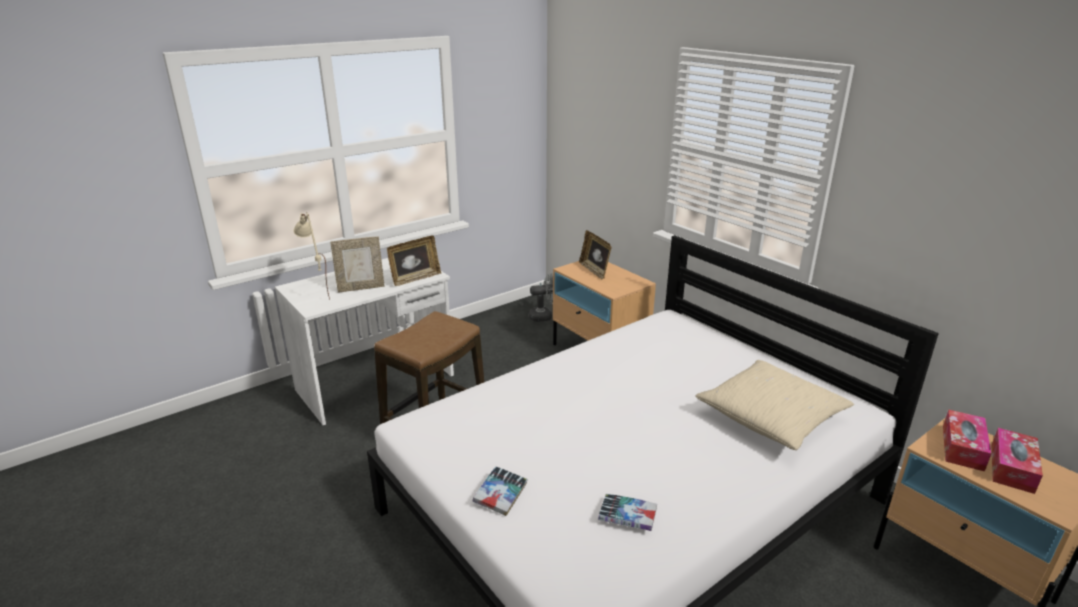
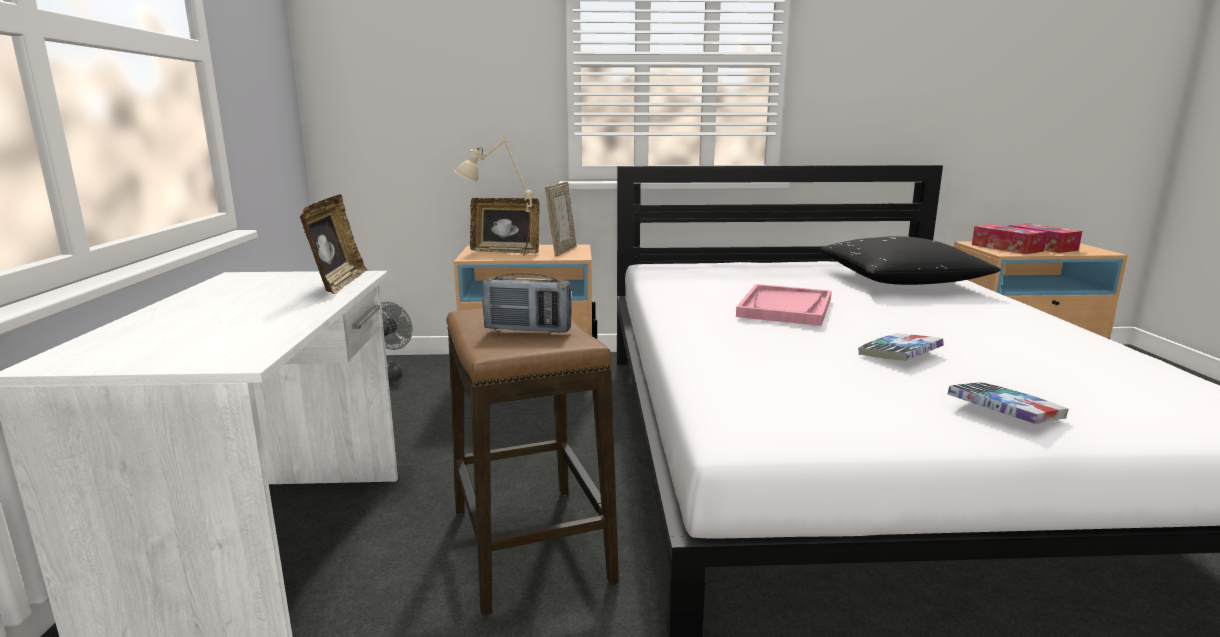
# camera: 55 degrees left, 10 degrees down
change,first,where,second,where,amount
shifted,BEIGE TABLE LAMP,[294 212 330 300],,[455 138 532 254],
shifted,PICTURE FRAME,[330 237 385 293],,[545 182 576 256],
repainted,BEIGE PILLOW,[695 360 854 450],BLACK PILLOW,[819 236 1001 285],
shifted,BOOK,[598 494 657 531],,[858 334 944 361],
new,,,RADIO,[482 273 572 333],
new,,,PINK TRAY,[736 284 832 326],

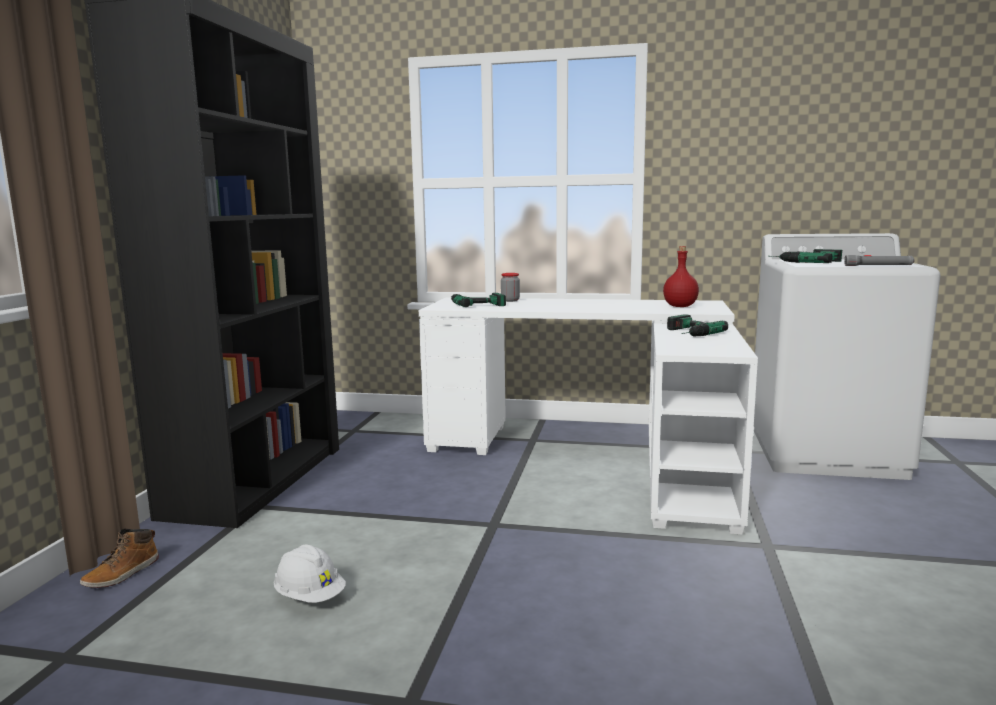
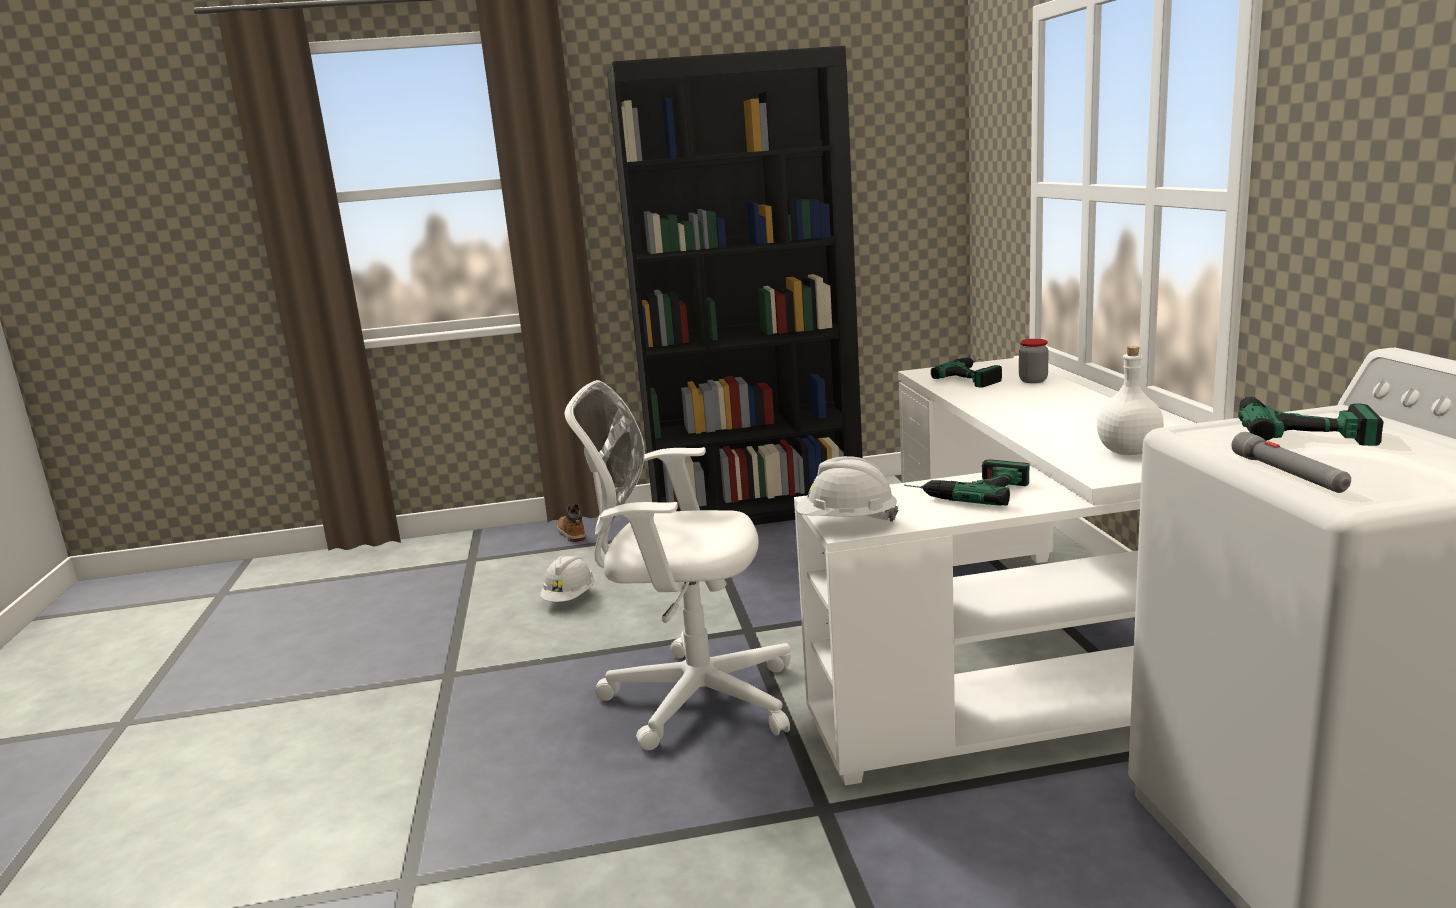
# camera: 70 degrees right, 5 degrees up
change,first,where,second,where,amount
repainted,RED BOTTLE,[663 246 699 307],WHITE BOTTLE,[1097 346 1164 455],
rotated,BOOT,[80 529 159 588],,[557 504 585 542],60 degrees clockwise
new,,,WHITE OFFICE CHAIR,[565 380 791 750],
new,,,WHITE HARD HAT,[797 456 898 522],

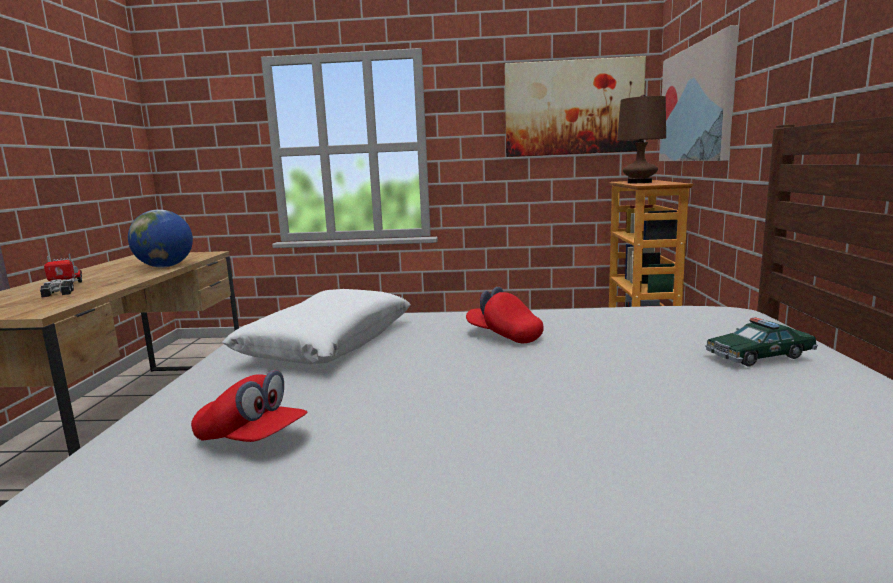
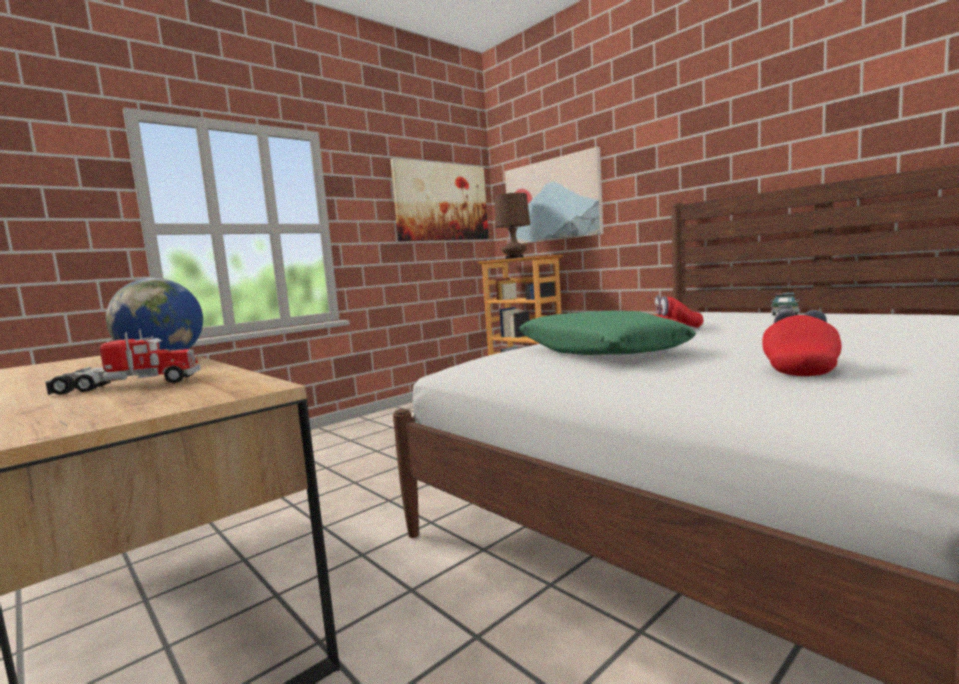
# camera: 45 degrees left, 5 degrees down
change,first,where,second,where,amount
rotated,TOY TRUCK,[40 254 82 297],,[45 329 201 395],150 degrees clockwise
repainted,WHITE PILLOW,[222 289 410 364],GREEN PILLOW,[519 311 697 355],
rotated,RED CAP,[191 370 307 442],,[762 310 842 376],45 degrees counterclockwise

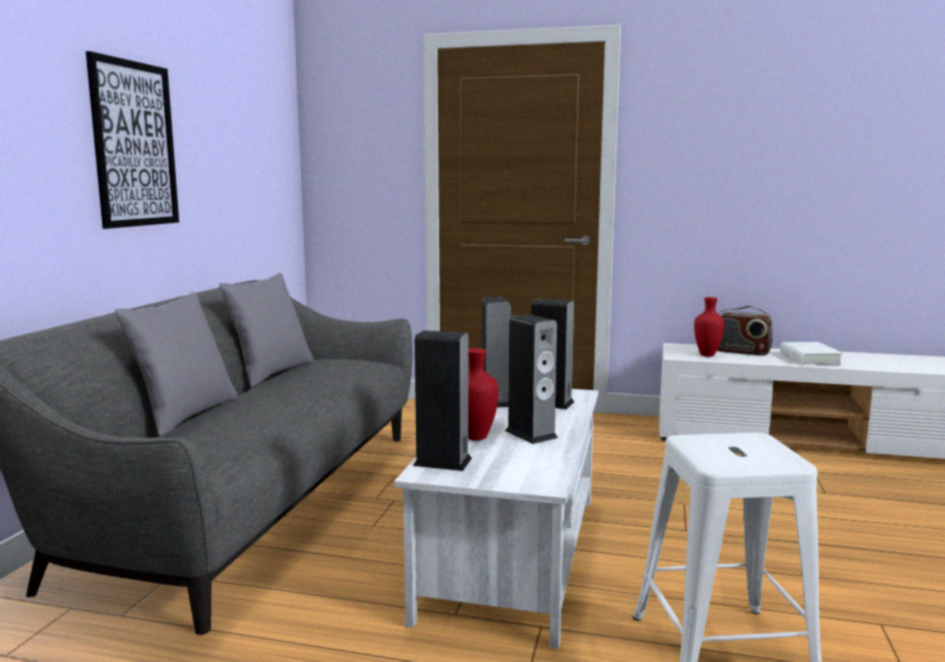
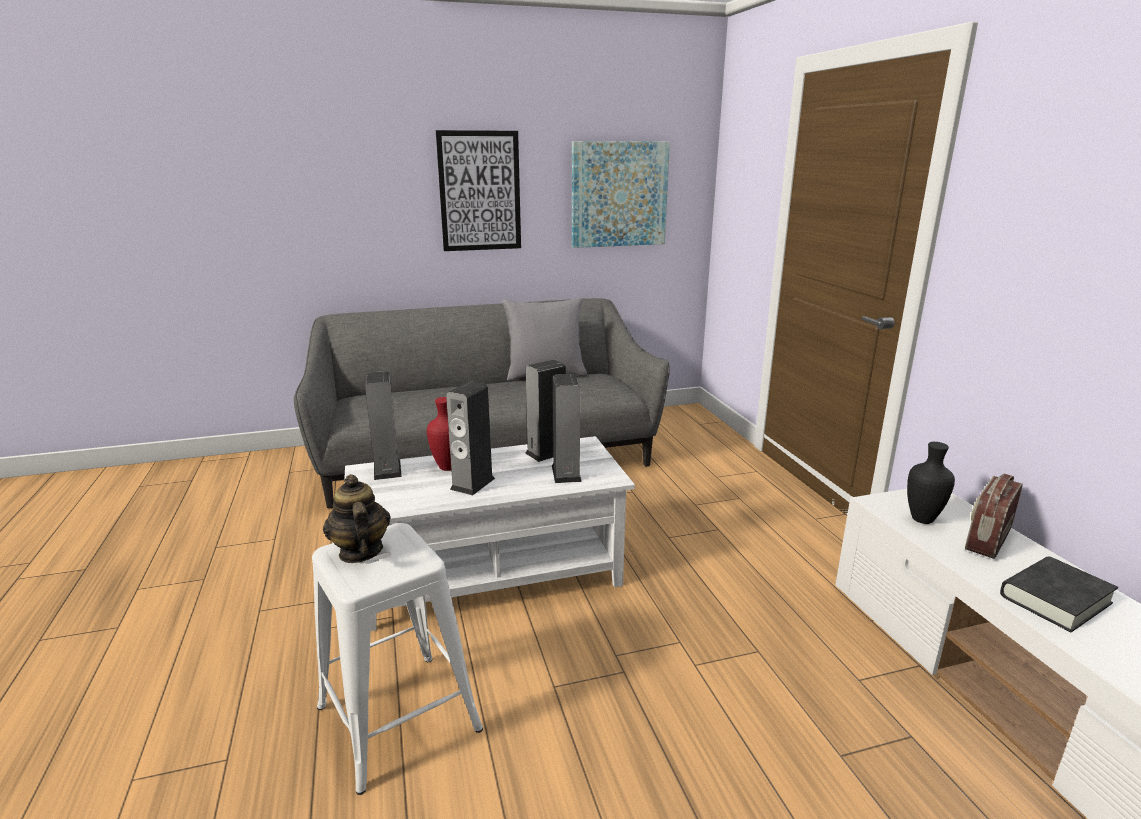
# camera: 60 degrees right, 10 degrees up
change,first,where,second,where,amount
gone,GREY PILLOW,[115 292 238 437],,,
repainted,RED VASE,[694 297 724 357],BLACK VASE,[907 442 955 524],
rotated,RADIO,[717 306 773 356],,[965 474 1023 559],45 degrees clockwise
repainted,WHITE BOOK,[780 342 843 365],BLACK BOOK,[1000 556 1118 632],
new,,,PICTURE,[572 141 670 248],
new,,,TEAPOT,[323 474 391 563],

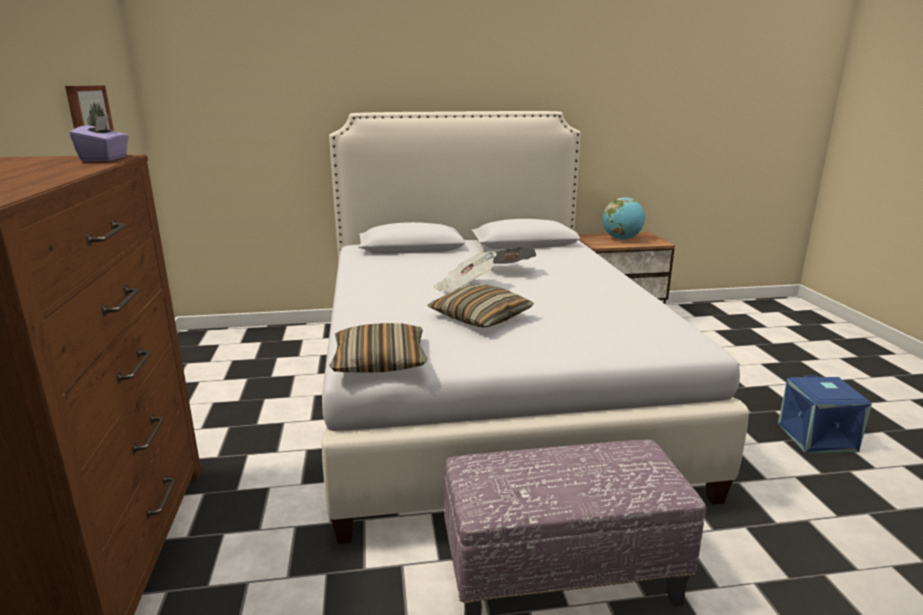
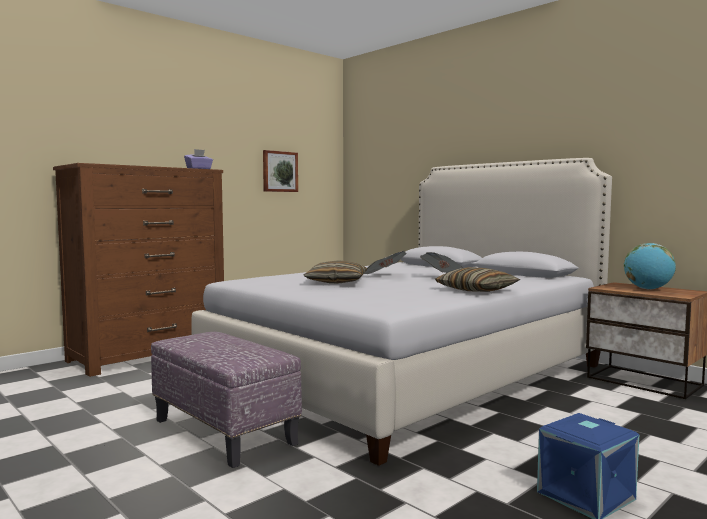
# camera: 55 degrees right, 15 degrees down
change,first,where,second,where,amount
shifted,PILLOW,[329 323 427 372],,[435 267 520 292],

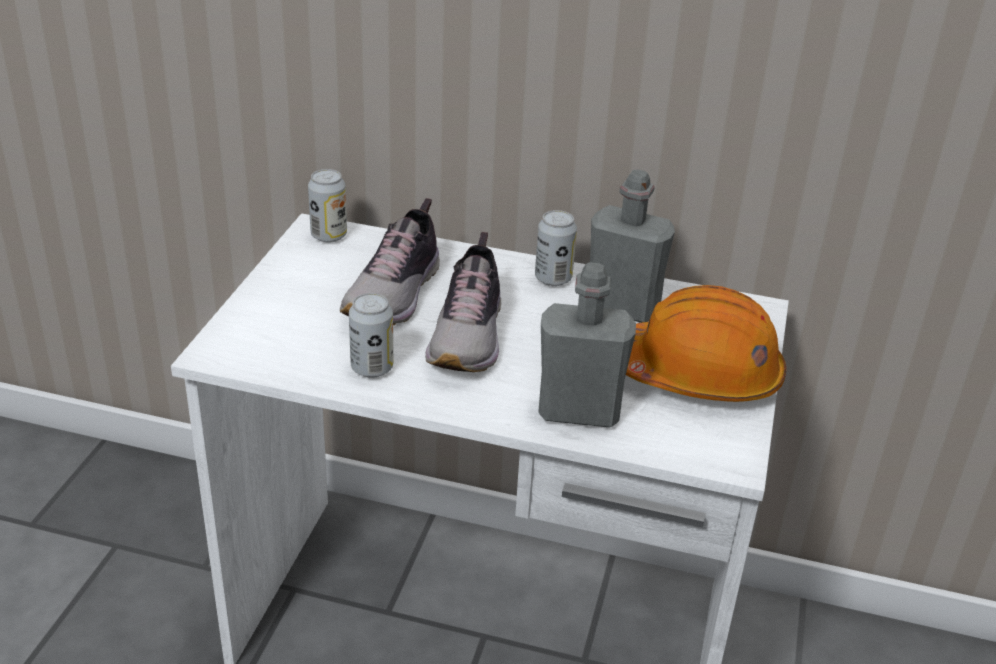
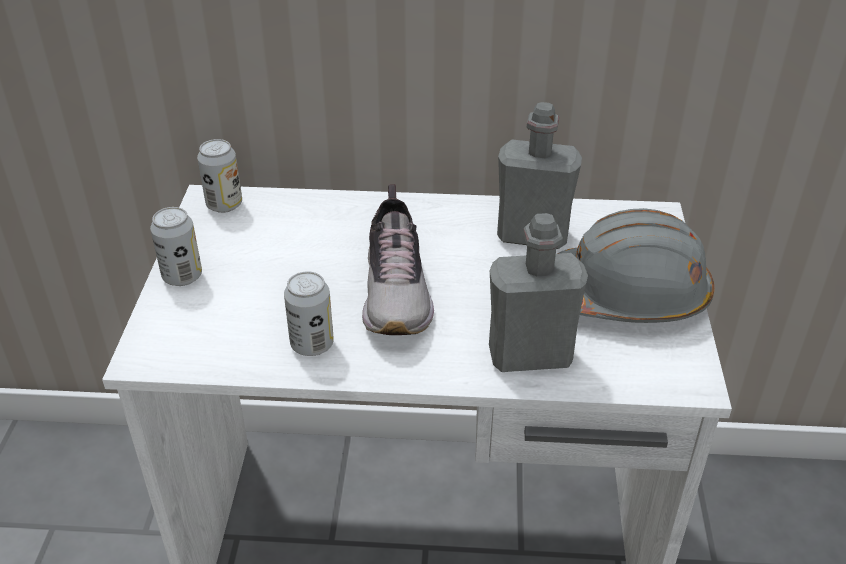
# camera: 10 degrees left, 5 degrees up
change,first,where,second,where,amount
gone,SHOE,[340 198 440 325],,,
shifted,CAN,[535 210 577 286],,[150 207 202 286],
repainted,ORANGE HARD HAT,[626 285 786 402],GREY HARD HAT,[557 208 714 323],

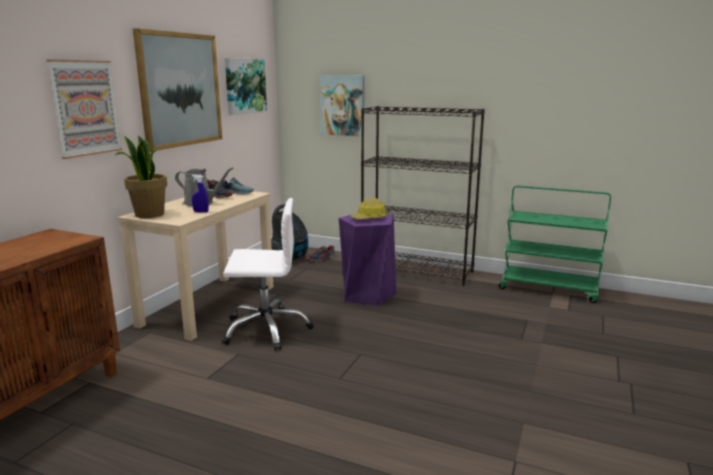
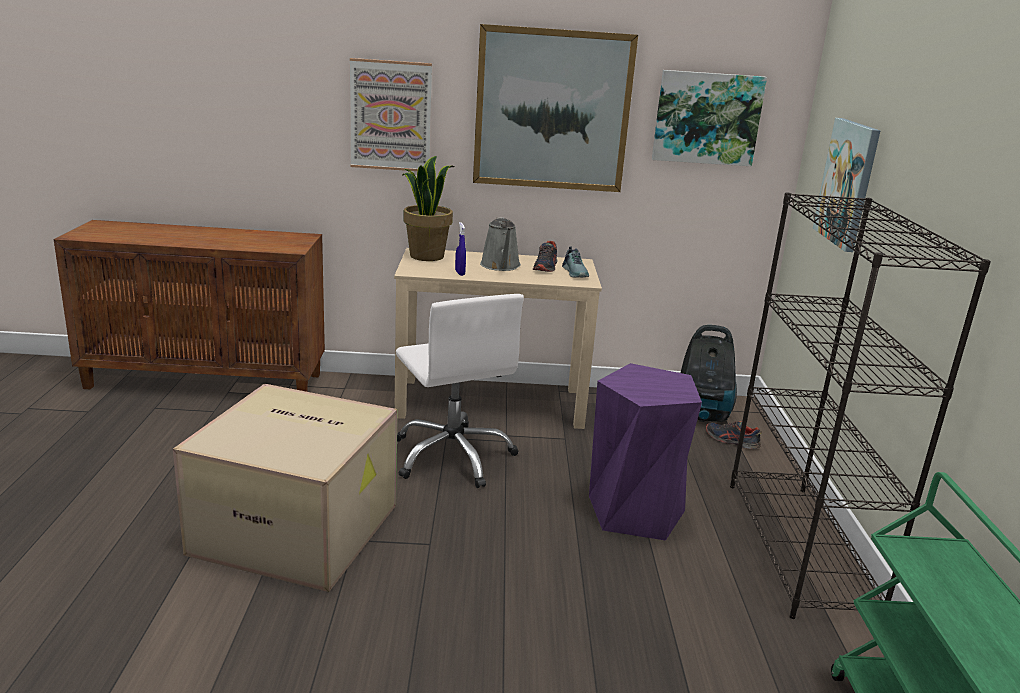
# camera: 65 degrees right, 5 degrees up
change,first,where,second,where,amount
gone,HARD HAT,[351 198 387 219],,,
new,,,CARDBOARD BOX,[173 384 397 592],

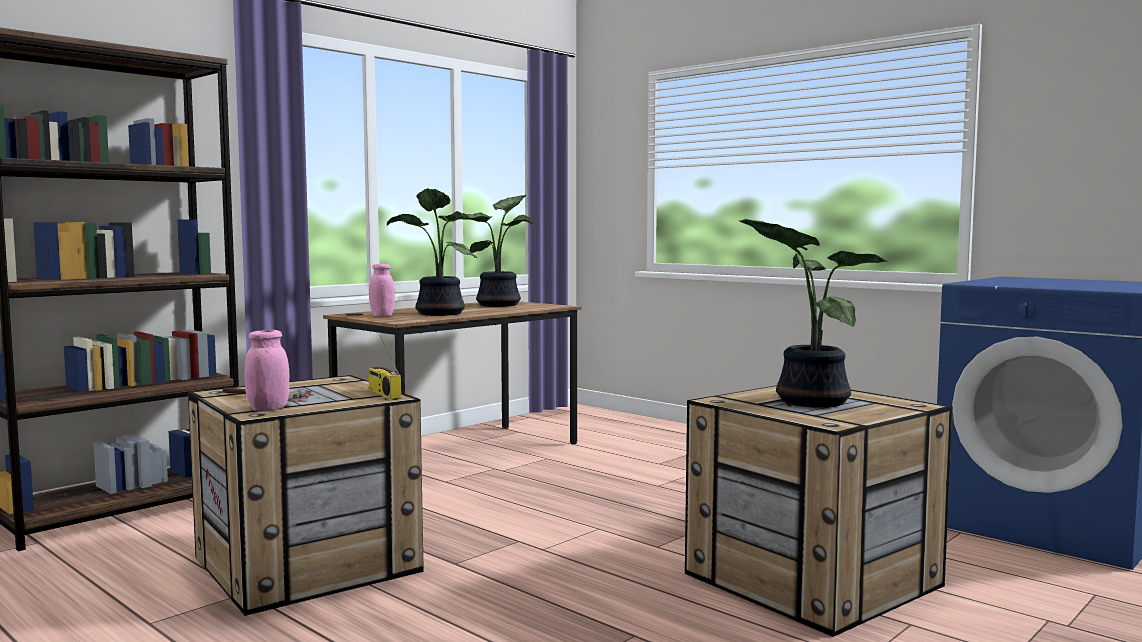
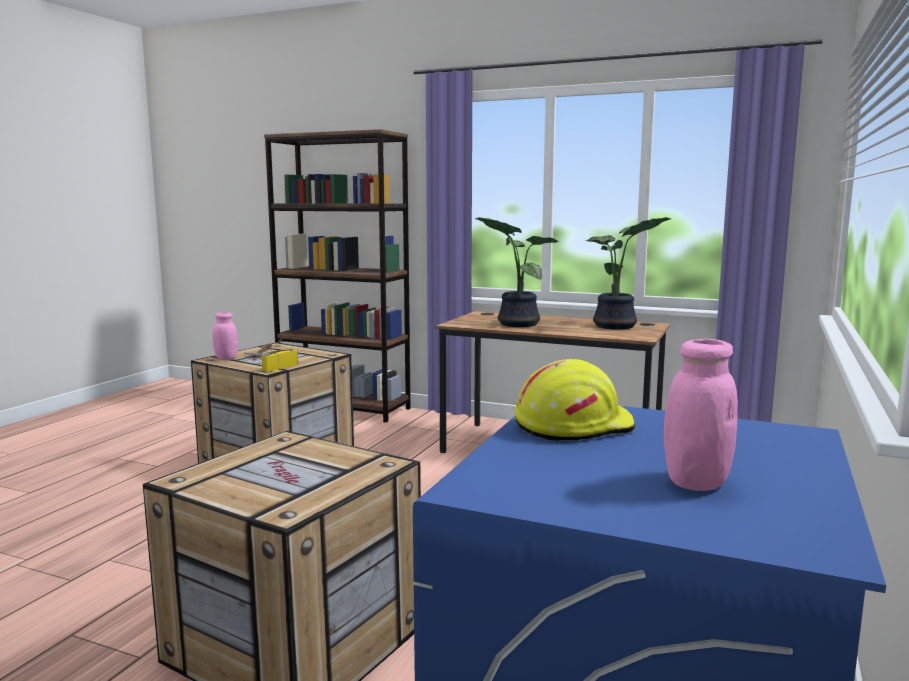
# camera: 70 degrees right, 5 degrees up
change,first,where,second,where,amount
gone,POTTED PLANT,[740 219 888 407],,,
shifted,PINK JAR,[369 264 395 317],,[664 339 738 491],
new,,,YELLOW HARD HAT,[515 359 635 441],

